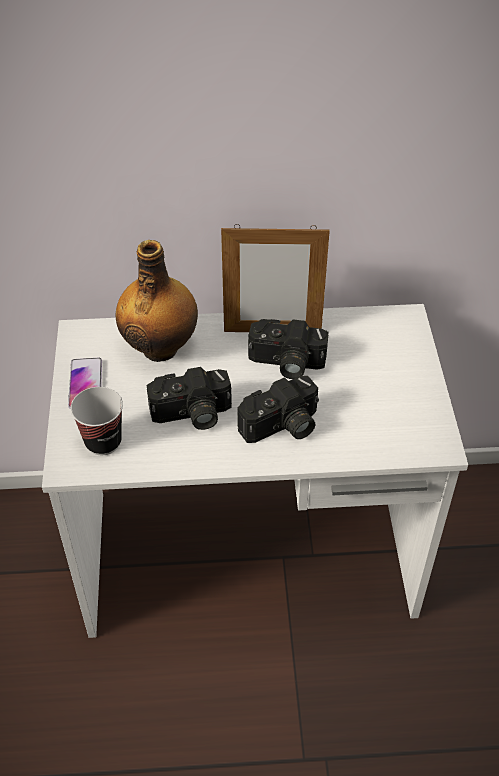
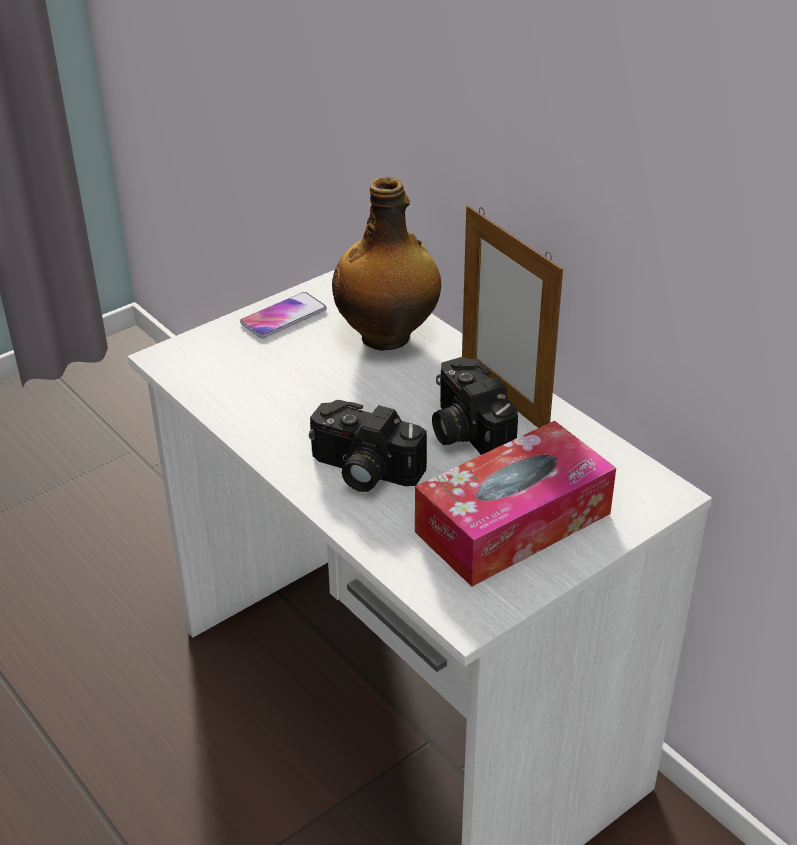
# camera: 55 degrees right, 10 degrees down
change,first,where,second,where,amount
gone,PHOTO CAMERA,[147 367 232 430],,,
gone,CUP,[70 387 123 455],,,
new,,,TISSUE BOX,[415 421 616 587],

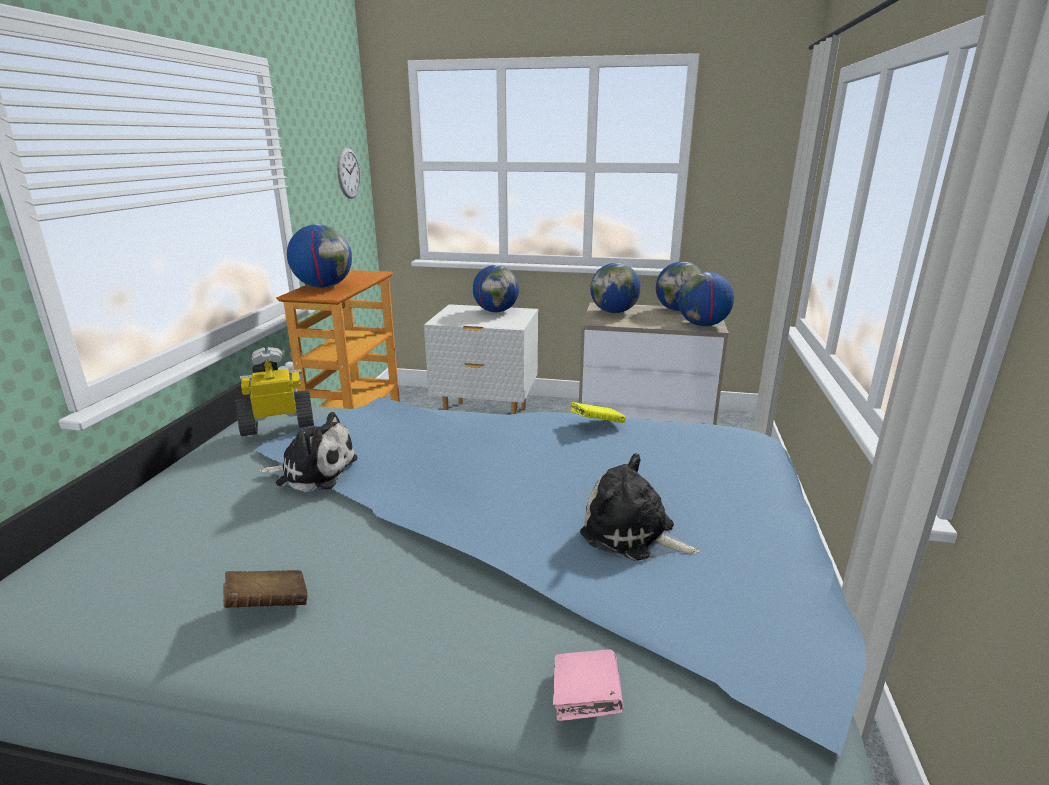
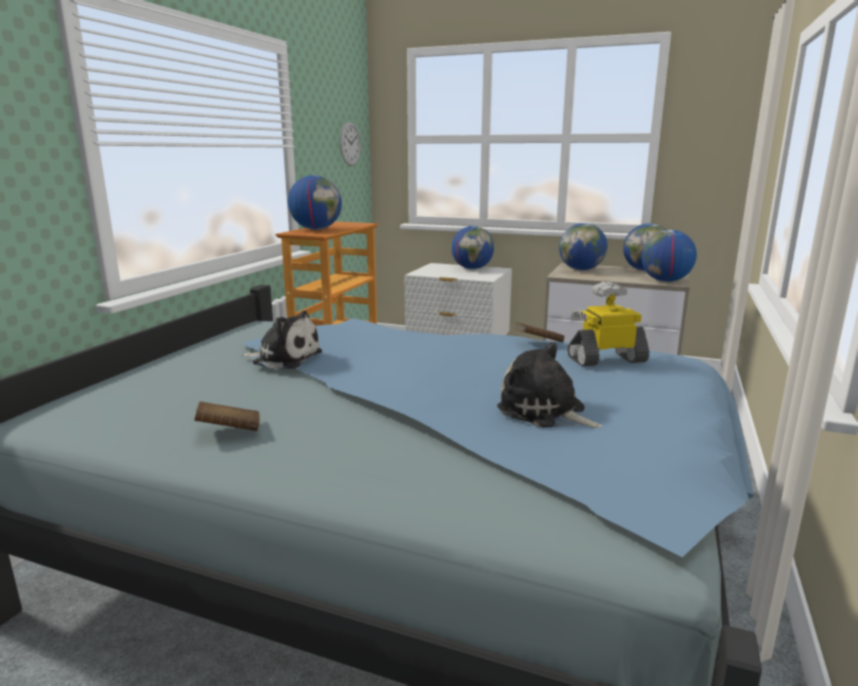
# camera: 10 degrees right, 5 degrees down
change,first,where,second,where,amount
shifted,TOY ROBOT,[236 347 314 436],,[567 282 650 366],
repainted,YELLOW BOOK,[570 402 626 423],BROWN BOOK,[515 322 565 342],
gone,PINK BOOK,[553 649 624 721],,,

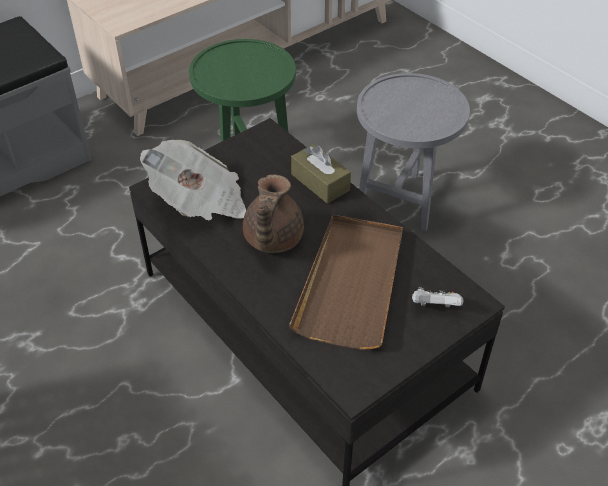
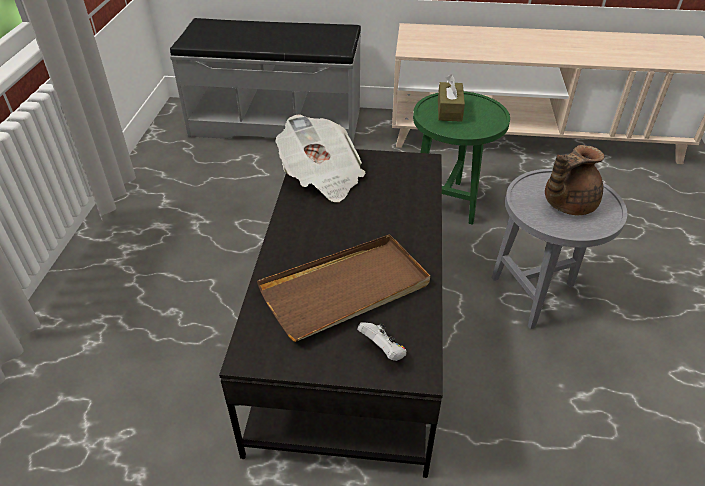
# camera: 45 degrees right, 5 degrees down
change,first,where,second,where,amount
shifted,BROWN TISSUE BOX,[291 144 351 204],,[438 74 465 122],
shifted,BROWN TEAPOT,[243 174 304 253],,[545 145 604 215],

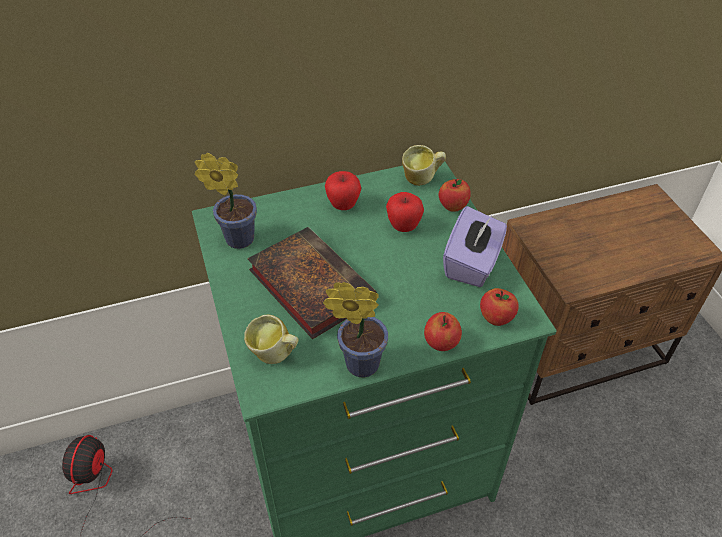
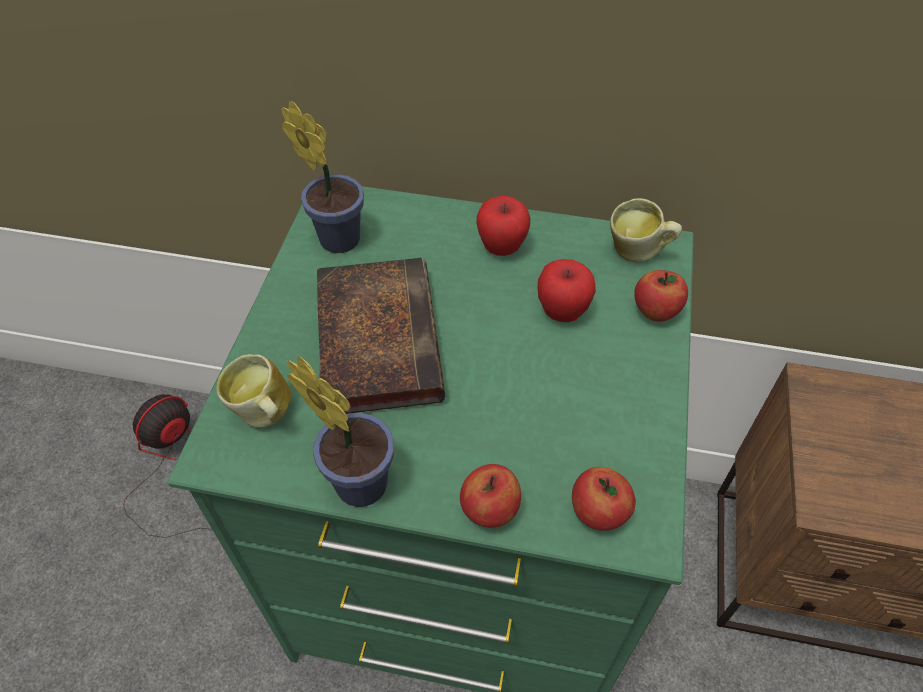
# camera: 30 degrees right, 5 degrees up
change,first,where,second,where,amount
gone,PURPLE TISSUE BOX,[443 206 507 287],,,

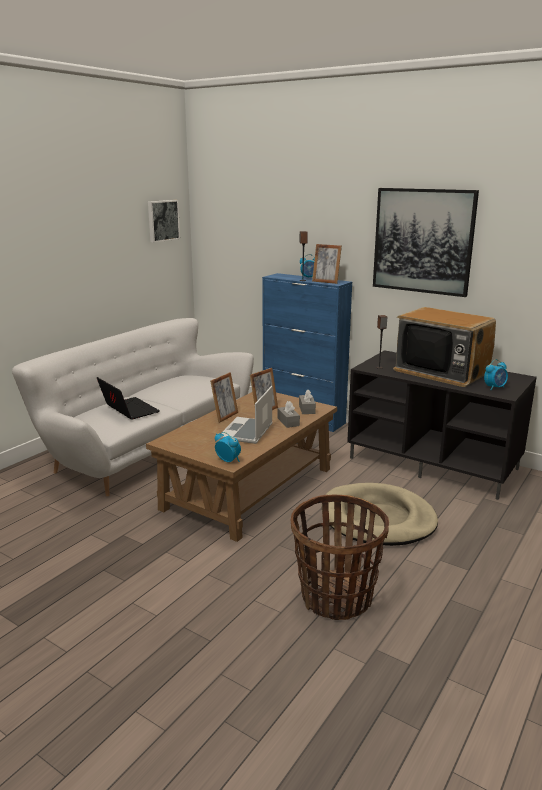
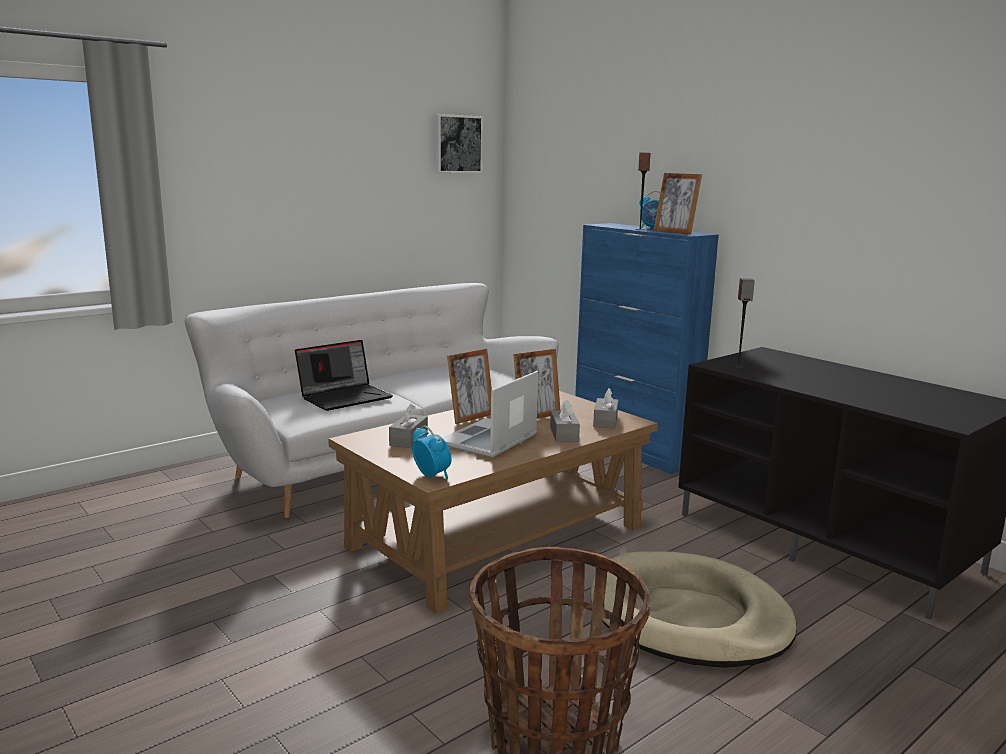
# camera: 15 degrees right, 5 degrees down
change,first,where,second,where,amount
gone,PICTURE,[373 188 479 297],,,
gone,TELEVISION,[393 307 496 387],,,
gone,ALARM CLOCK,[484 359 508 390],,,
rotated,LAPTOP,[97 377 160 420],,[295 340 393 411],75 degrees clockwise
new,,,GREY TISSUE BOX,[389 404 428 448],

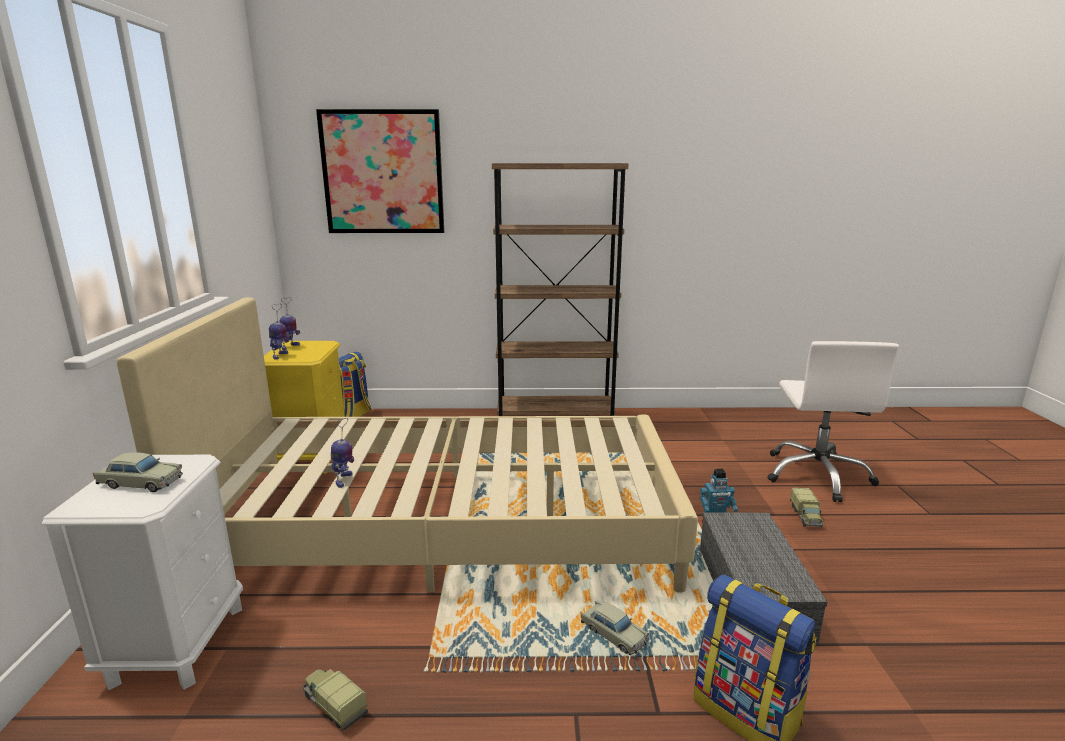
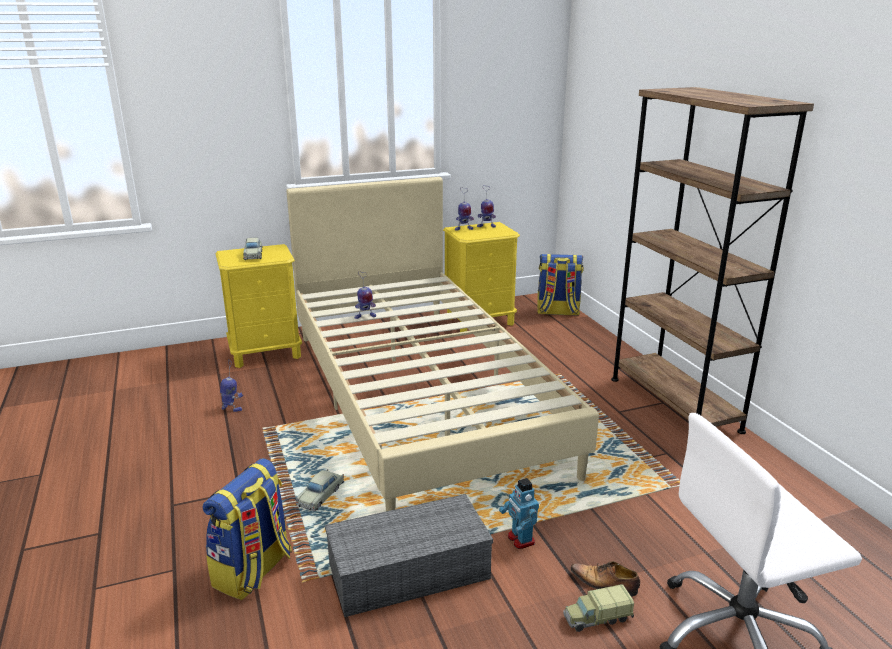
# camera: 70 degrees right, 5 degrees up
change,first,where,second,where,amount
gone,PICTURE,[316 109 444 233],,,
repainted,WHITE NIGHTSTAND,[42 455 243 690],YELLOW NIGHTSTAND,[215 244 302 368],
swapped,TOY TRUCK,[303 669 368 731],TOY ROBOT,[220 359 243 412],
new,,,SHOE,[571 561 640 597],

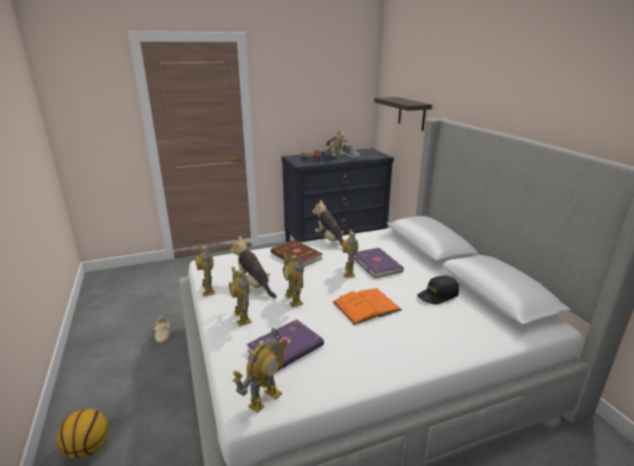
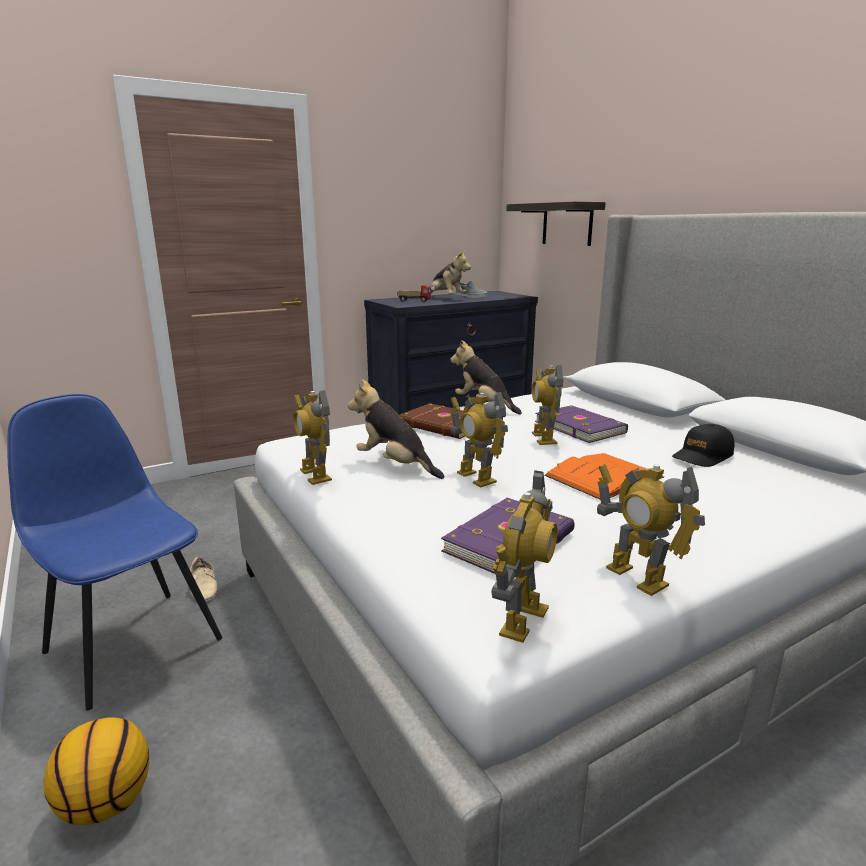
# camera: 10 degrees left, 5 degrees down
change,first,where,second,where,amount
shifted,TOY ROBOT,[229 267 252 326],,[597 464 705 596],
new,,,BLUE CHAIR,[7 394 222 710],

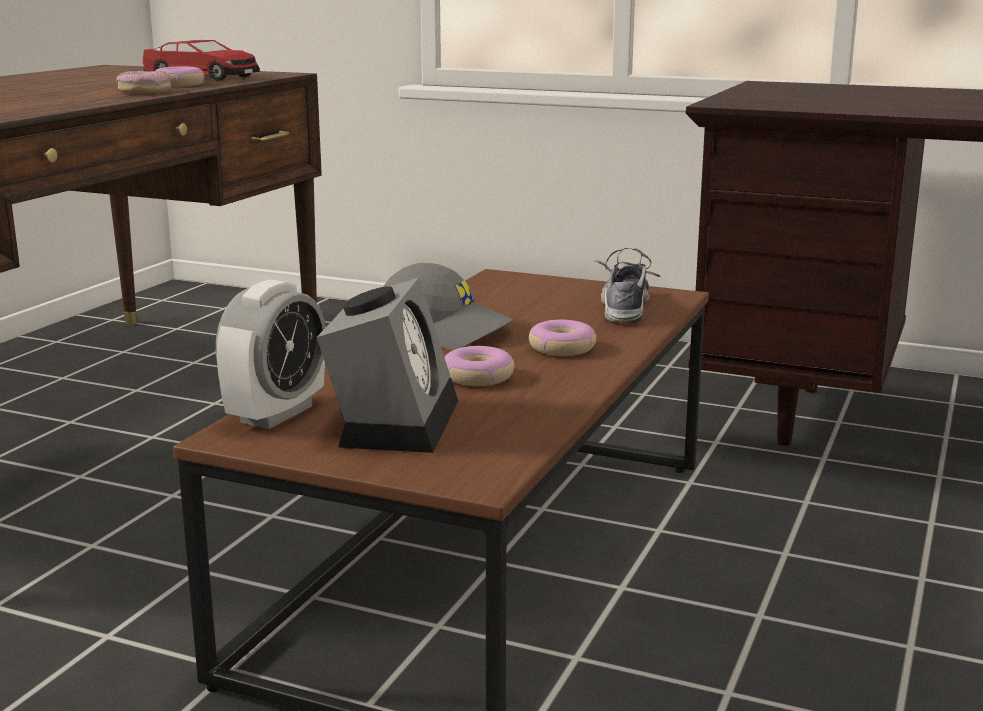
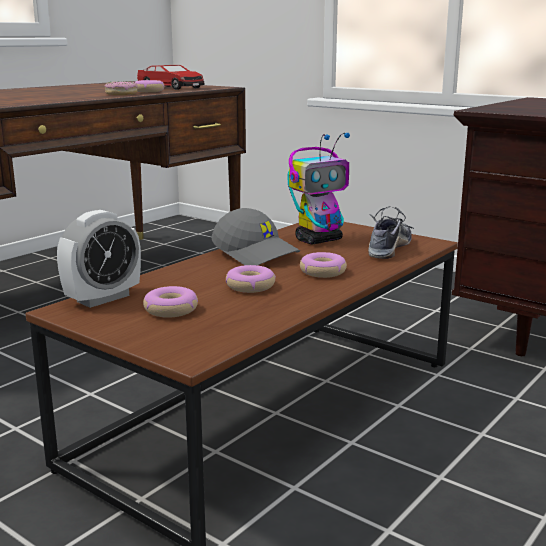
# camera: 15 degrees right, 0 degrees up
change,first,where,second,where,amount
swapped,ALARM CLOCK,[316 278 458 453],DONUT,[143 286 198 318],
new,,,TOY ROBOT,[288 133 350 244],

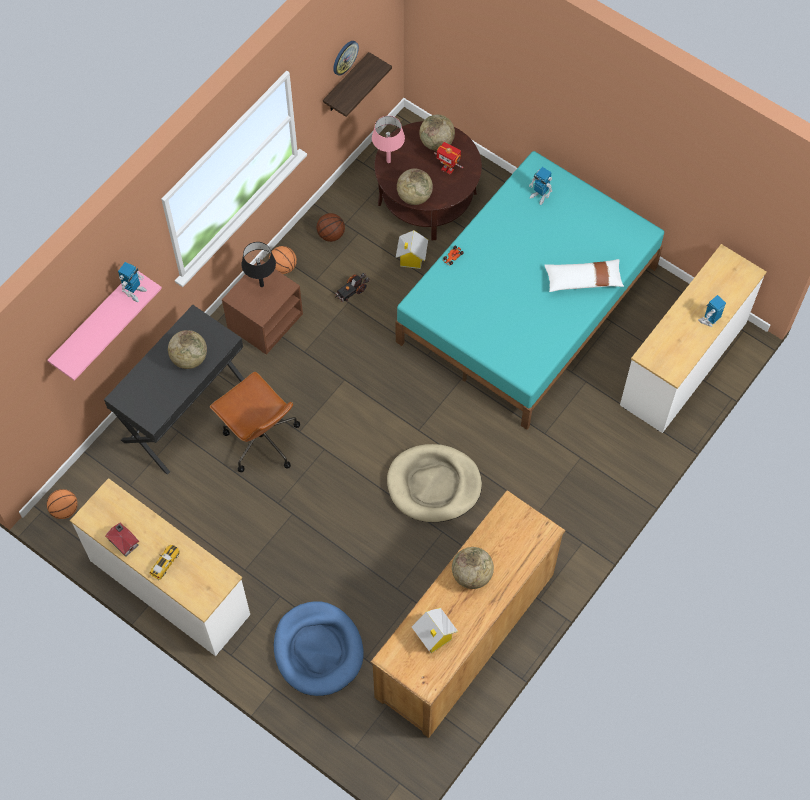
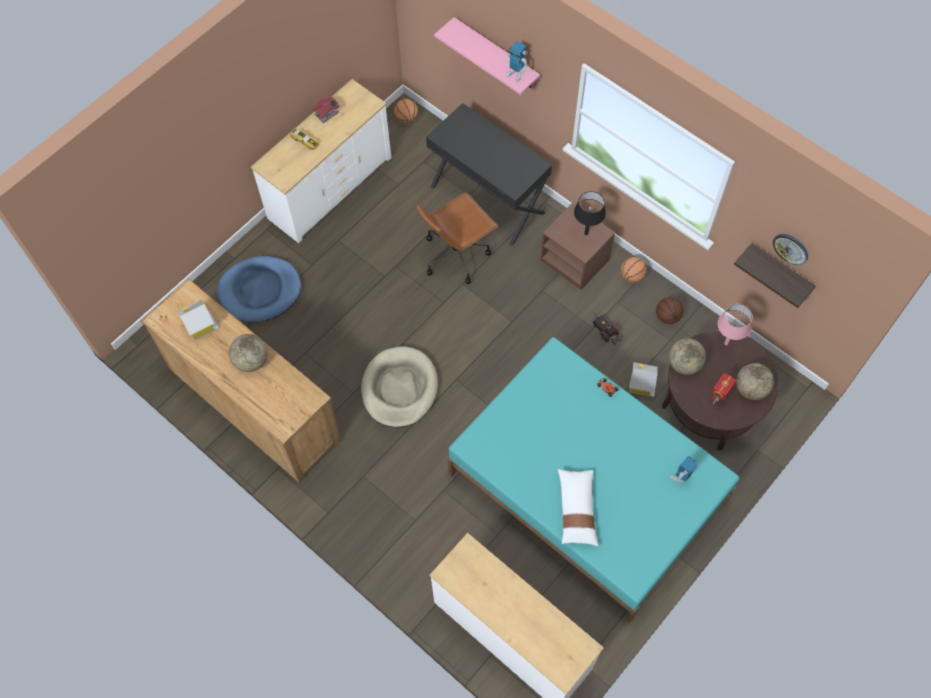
# camera: 95 degrees right, 0 degrees up
change,first,where,second,where,amount
gone,TOY ROBOT,[698 295 726 327],,,
gone,GLOBE,[168 330 207 369],,,

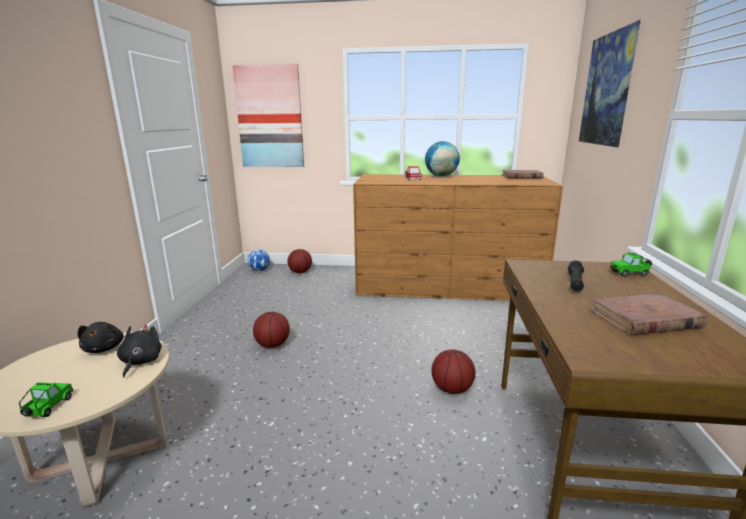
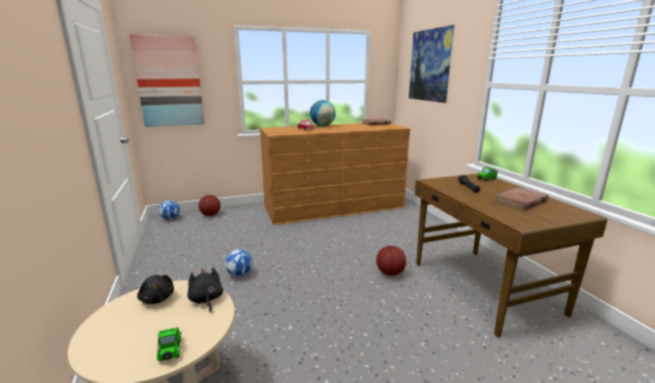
# camera: 25 degrees left, 0 degrees up
change,first,where,second,where,amount
swapped,BASKETBALL,[253 312 290 348],FOOTBALL,[225 249 253 277],

